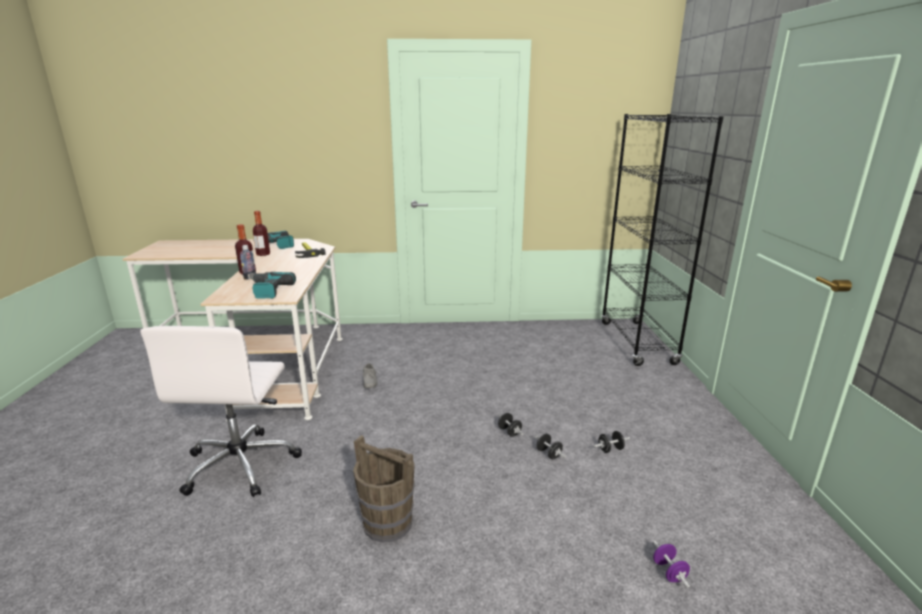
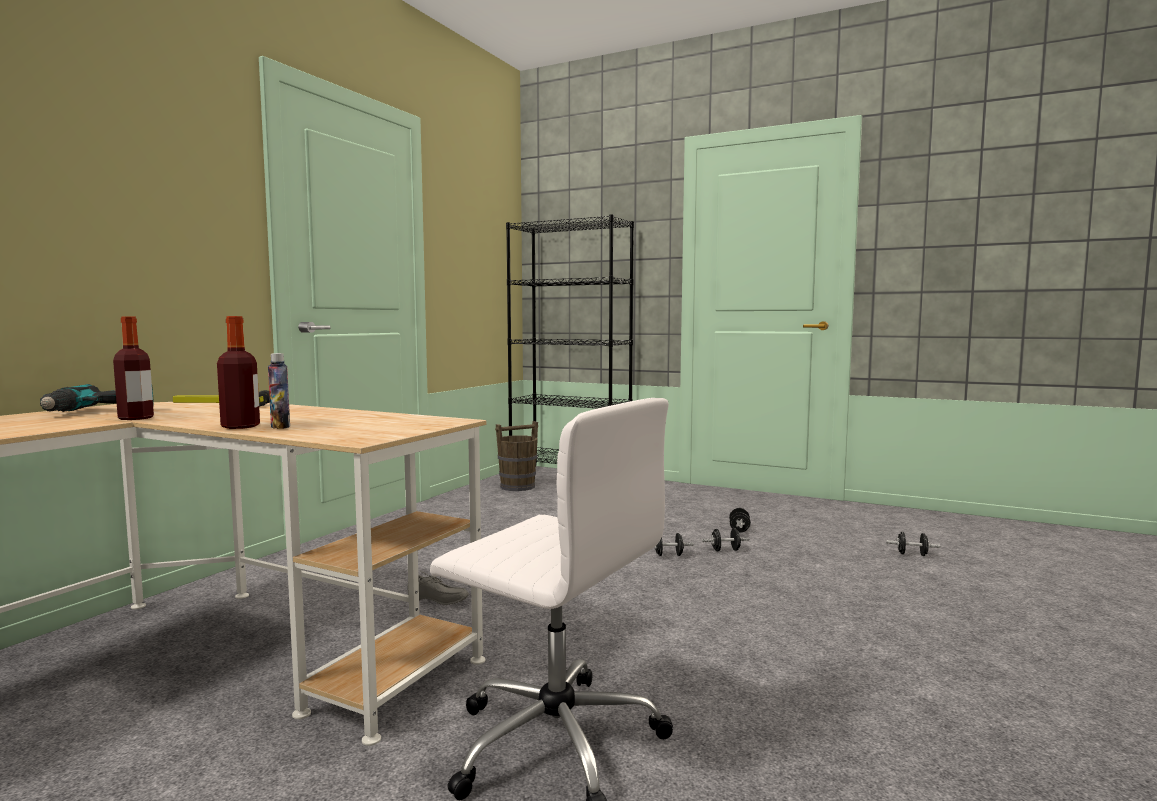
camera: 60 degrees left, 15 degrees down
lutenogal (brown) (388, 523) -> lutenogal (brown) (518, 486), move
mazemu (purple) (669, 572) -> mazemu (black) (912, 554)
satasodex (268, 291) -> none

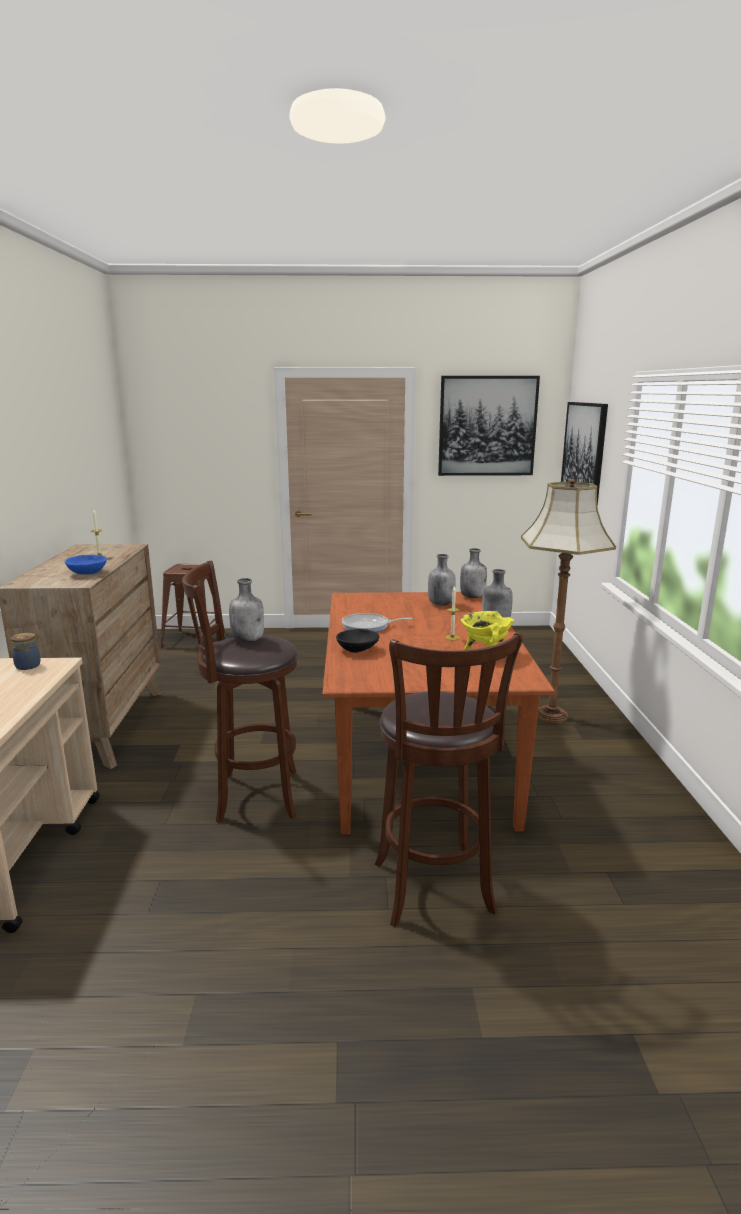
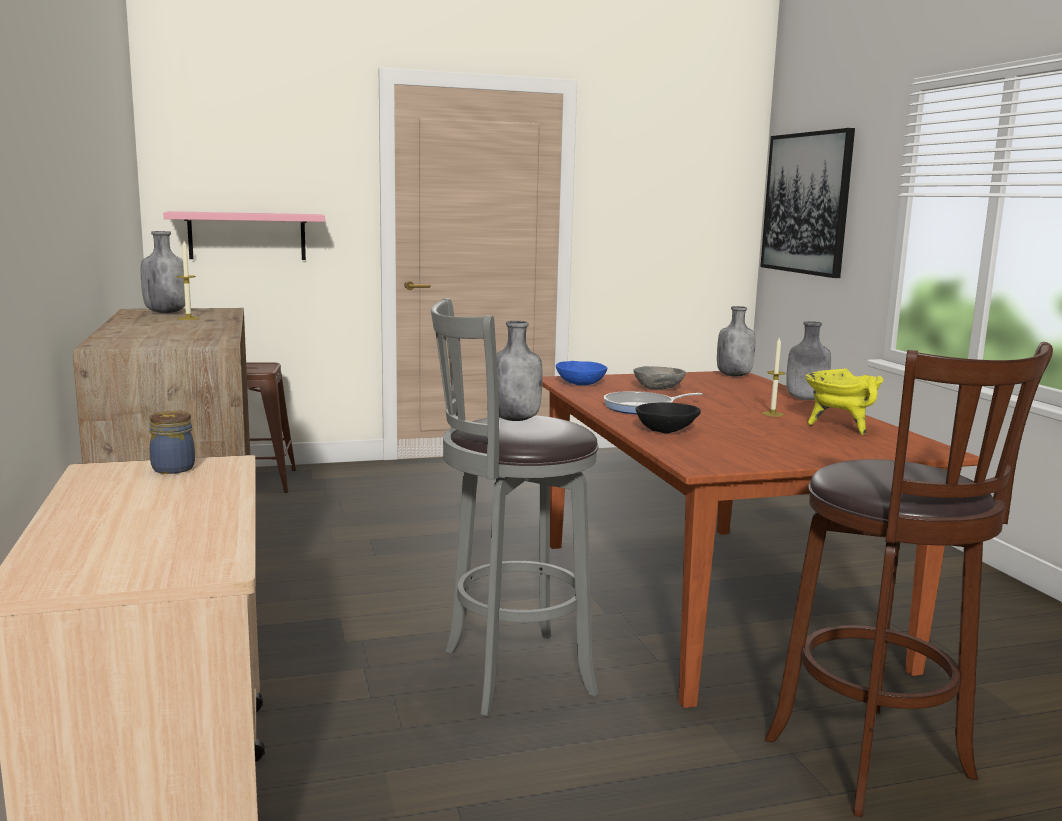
camera: 15 degrees left, 5 degrees down
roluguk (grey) (440, 604) -> roluguk (grey) (166, 312), move
none -> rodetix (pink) (247, 236)
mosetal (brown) (252, 795) -> mosetal (grey) (509, 673)
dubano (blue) (87, 573) -> dubano (blue) (579, 384), move
none -> dubano (grey) (659, 389)
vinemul (487, 426) -> none
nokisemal (551, 714) -> none

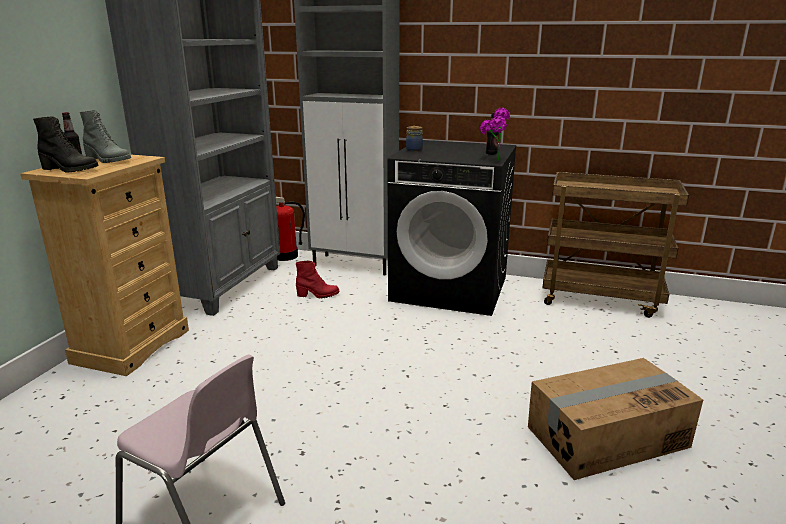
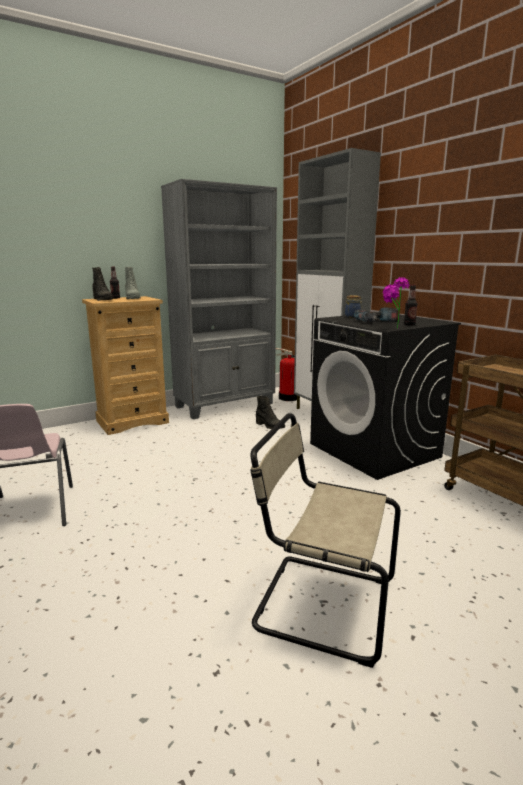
camera: 40 degrees right, 5 degrees down
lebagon (606, 436) -> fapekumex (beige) (319, 603)
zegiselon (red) (318, 295) -> zegiselon (black) (269, 426)
none -> satasodex (377, 322)

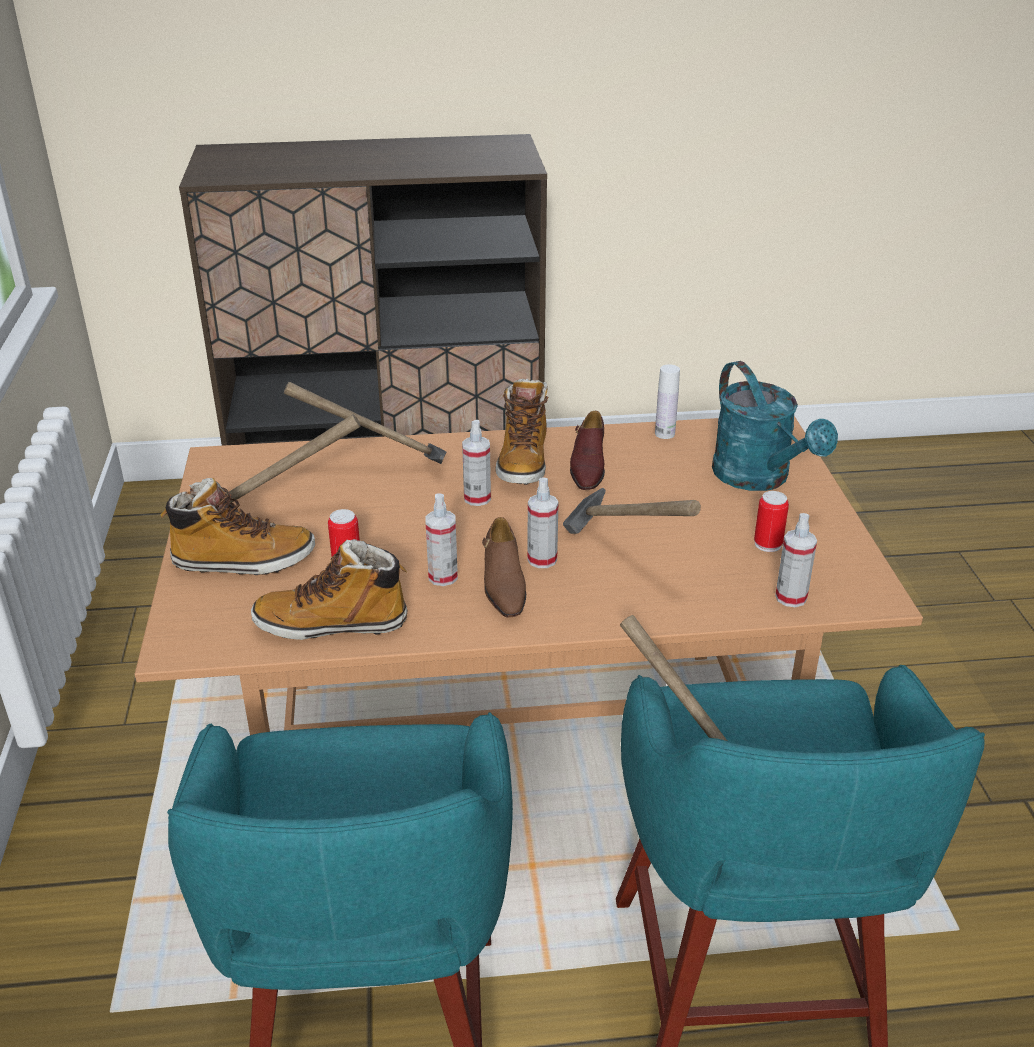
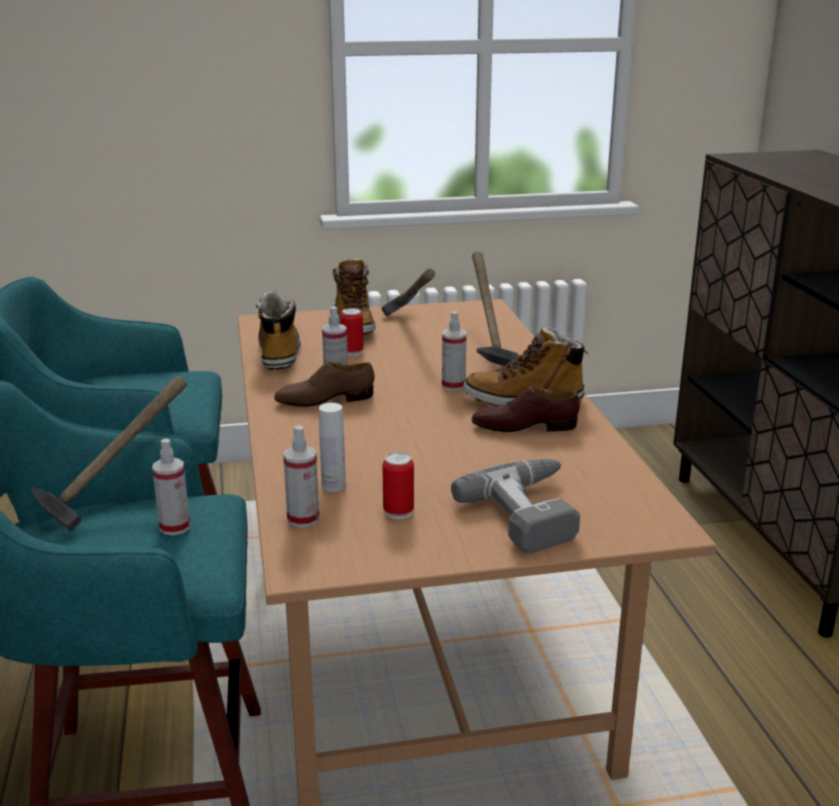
camera: 85 degrees right, 10 degrees down
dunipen (542, 559) -> dunipen (175, 527), move
roluguk (white) (664, 434) -> roluguk (white) (333, 486), move
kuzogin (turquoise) (759, 478) -> satasodex (534, 513)
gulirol (626, 555) -> none

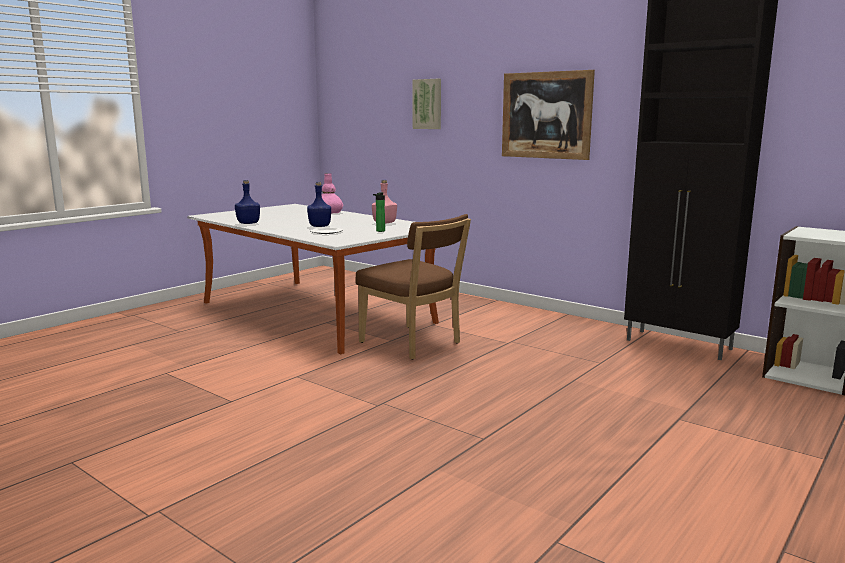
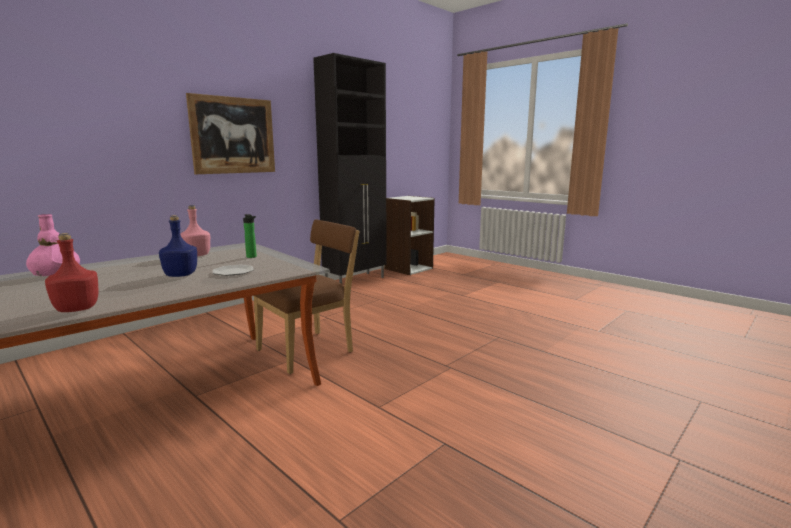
camera: 85 degrees left, 0 degrees up
roluguk (blue) (248, 223) -> roluguk (red) (78, 308)
vinemul (428, 104) -> none

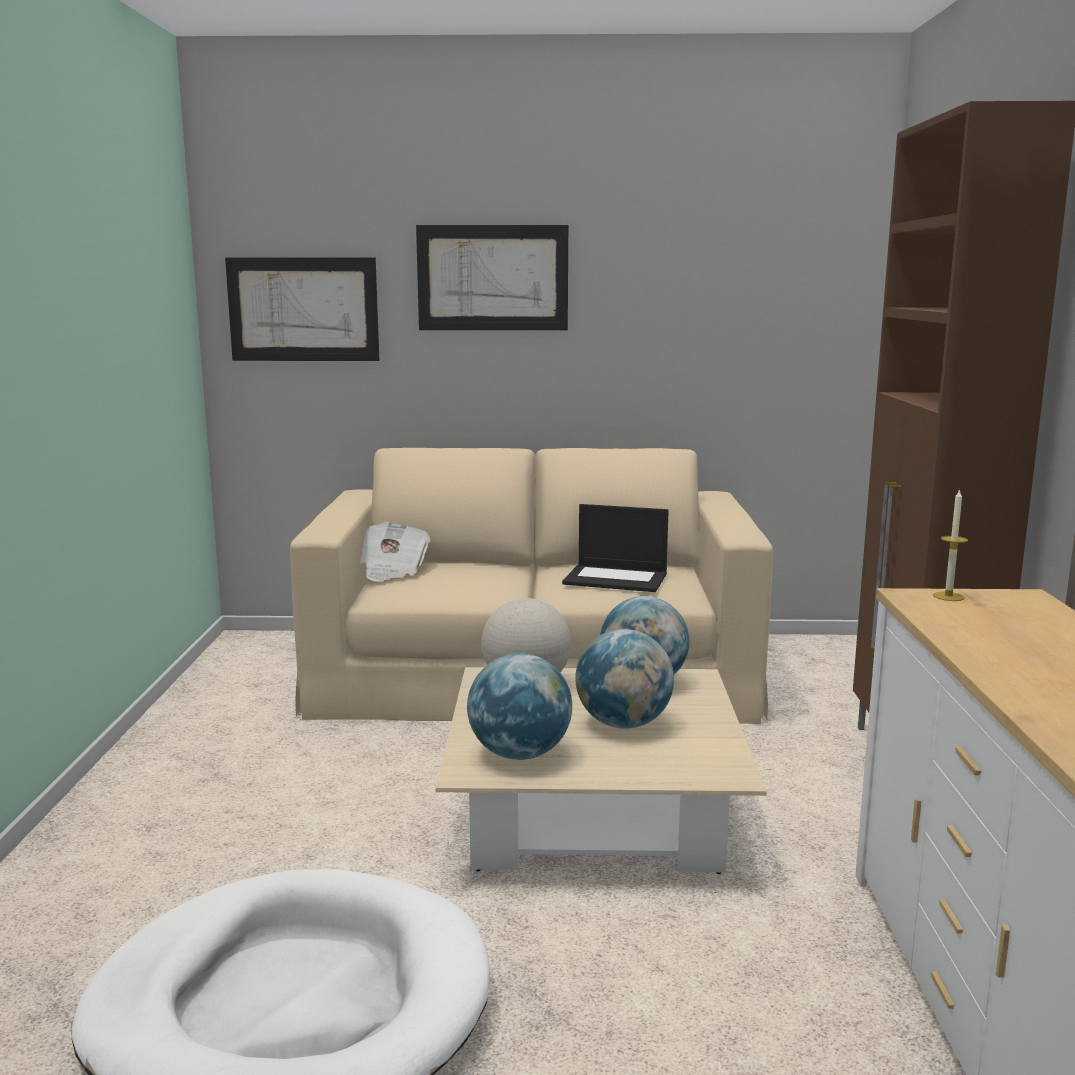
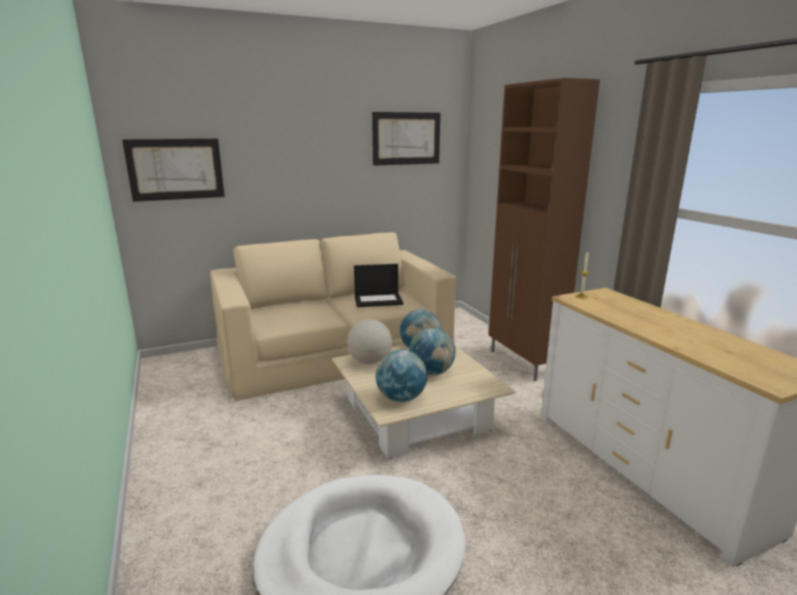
camera: 25 degrees left, 5 degrees up
vinemul (492, 278) -> vinemul (406, 138), move
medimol (391, 570) -> none

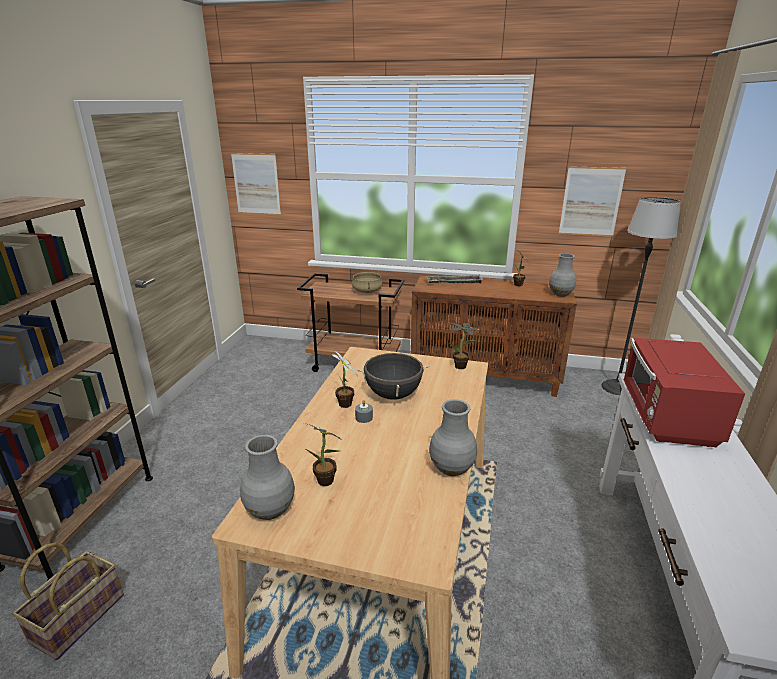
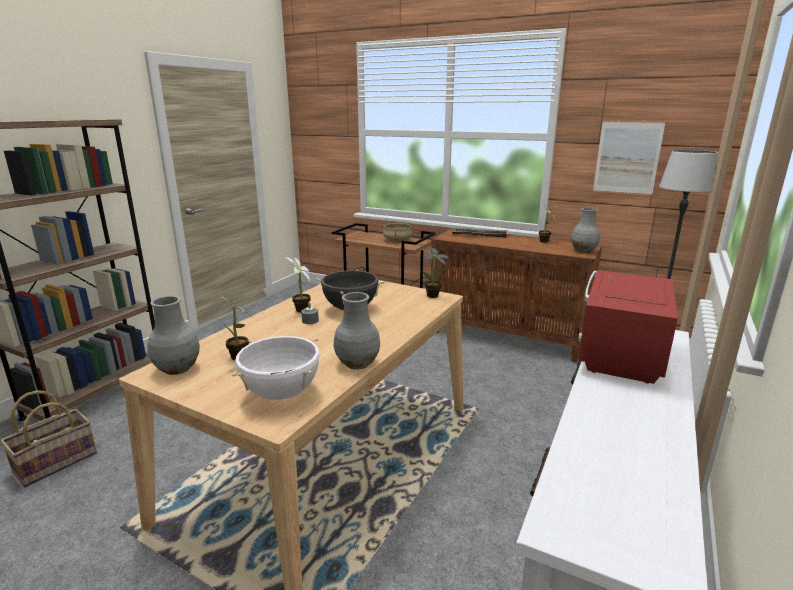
camera: 15 degrees right, 5 degrees down
none -> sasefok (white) (281, 393)
vinemul (256, 184) -> none

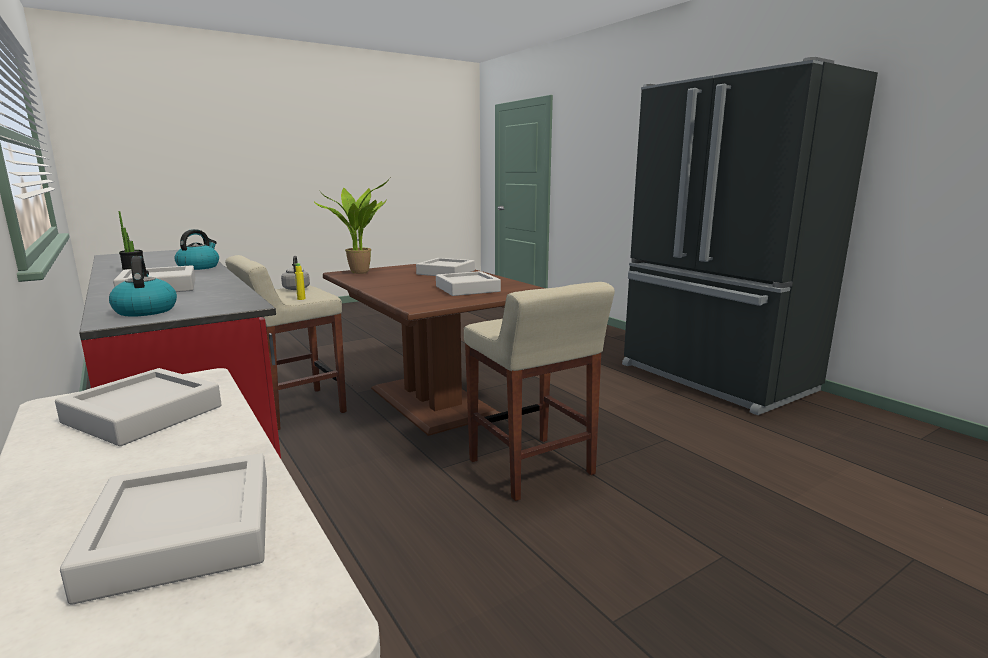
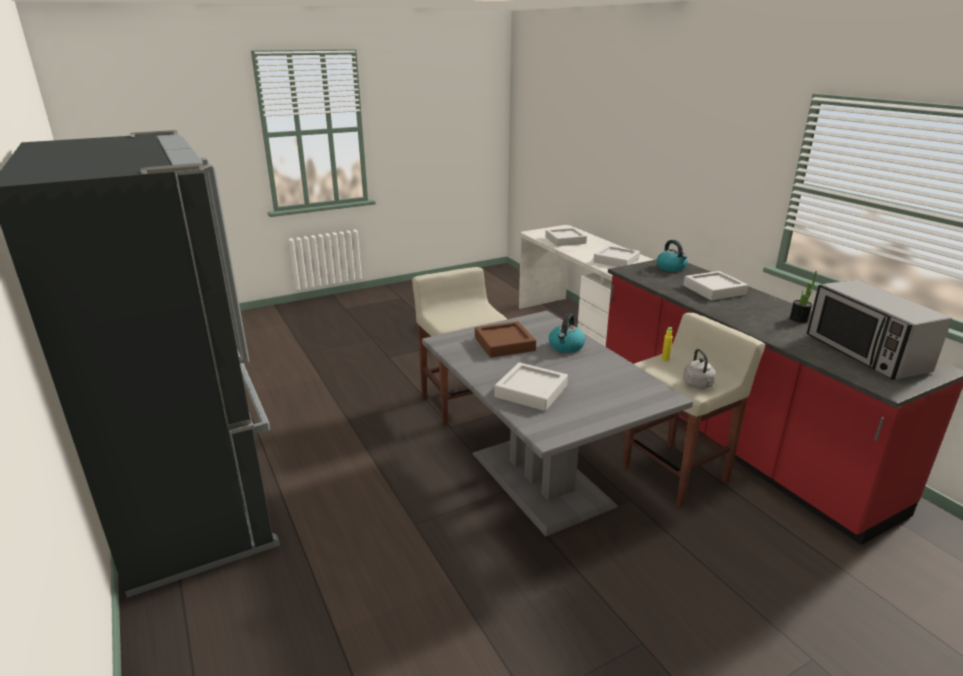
camera: 175 degrees left, 10 degrees up
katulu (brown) (434, 400) -> katulu (grey) (539, 480)
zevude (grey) (467, 289) -> zevude (brown) (504, 344)
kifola (199, 267) -> kifola (566, 347), move
none -> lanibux (865, 353)
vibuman (361, 272) -> none

